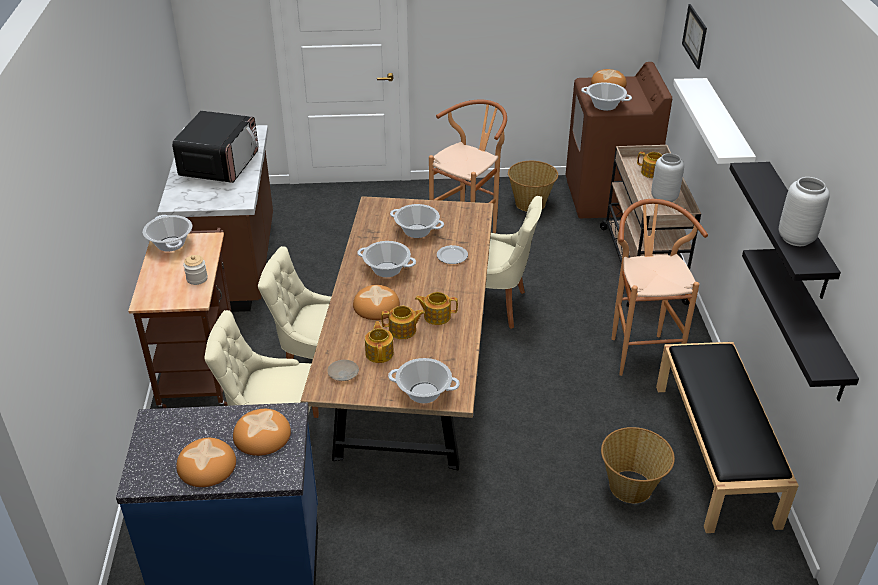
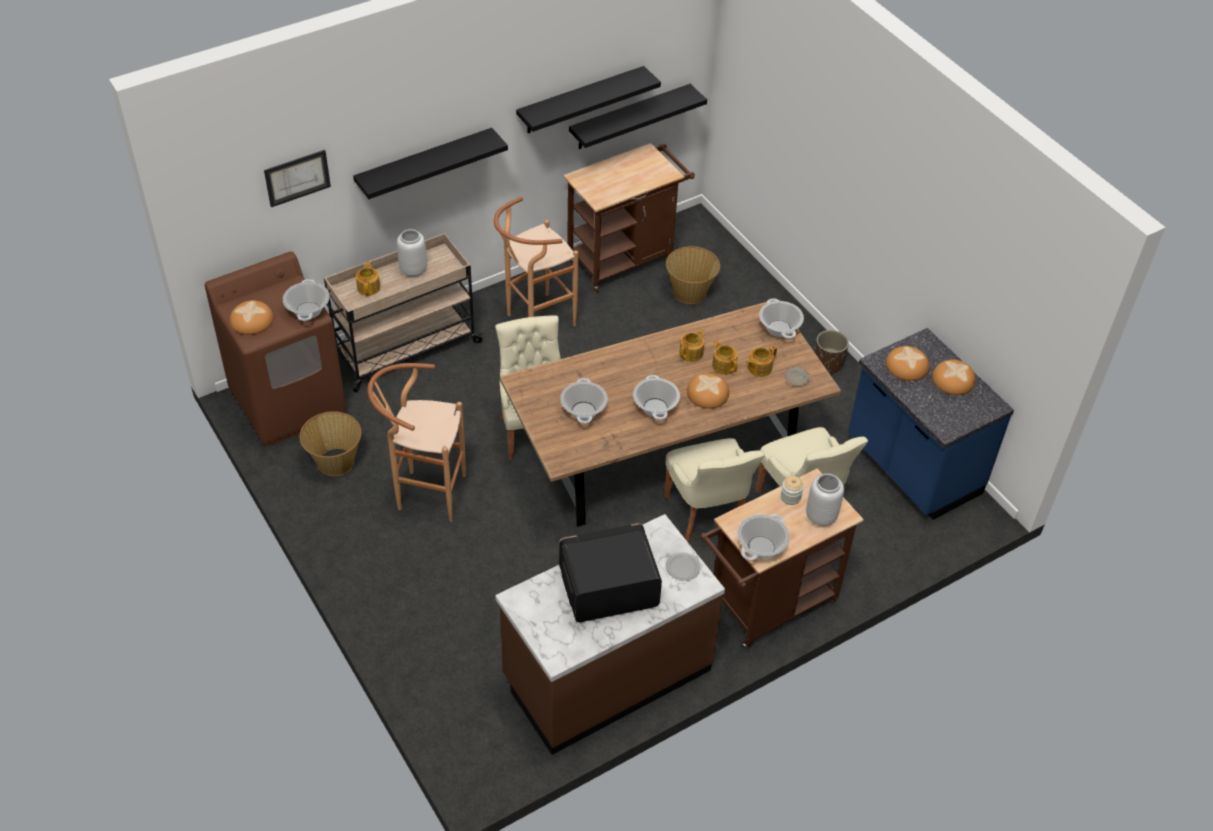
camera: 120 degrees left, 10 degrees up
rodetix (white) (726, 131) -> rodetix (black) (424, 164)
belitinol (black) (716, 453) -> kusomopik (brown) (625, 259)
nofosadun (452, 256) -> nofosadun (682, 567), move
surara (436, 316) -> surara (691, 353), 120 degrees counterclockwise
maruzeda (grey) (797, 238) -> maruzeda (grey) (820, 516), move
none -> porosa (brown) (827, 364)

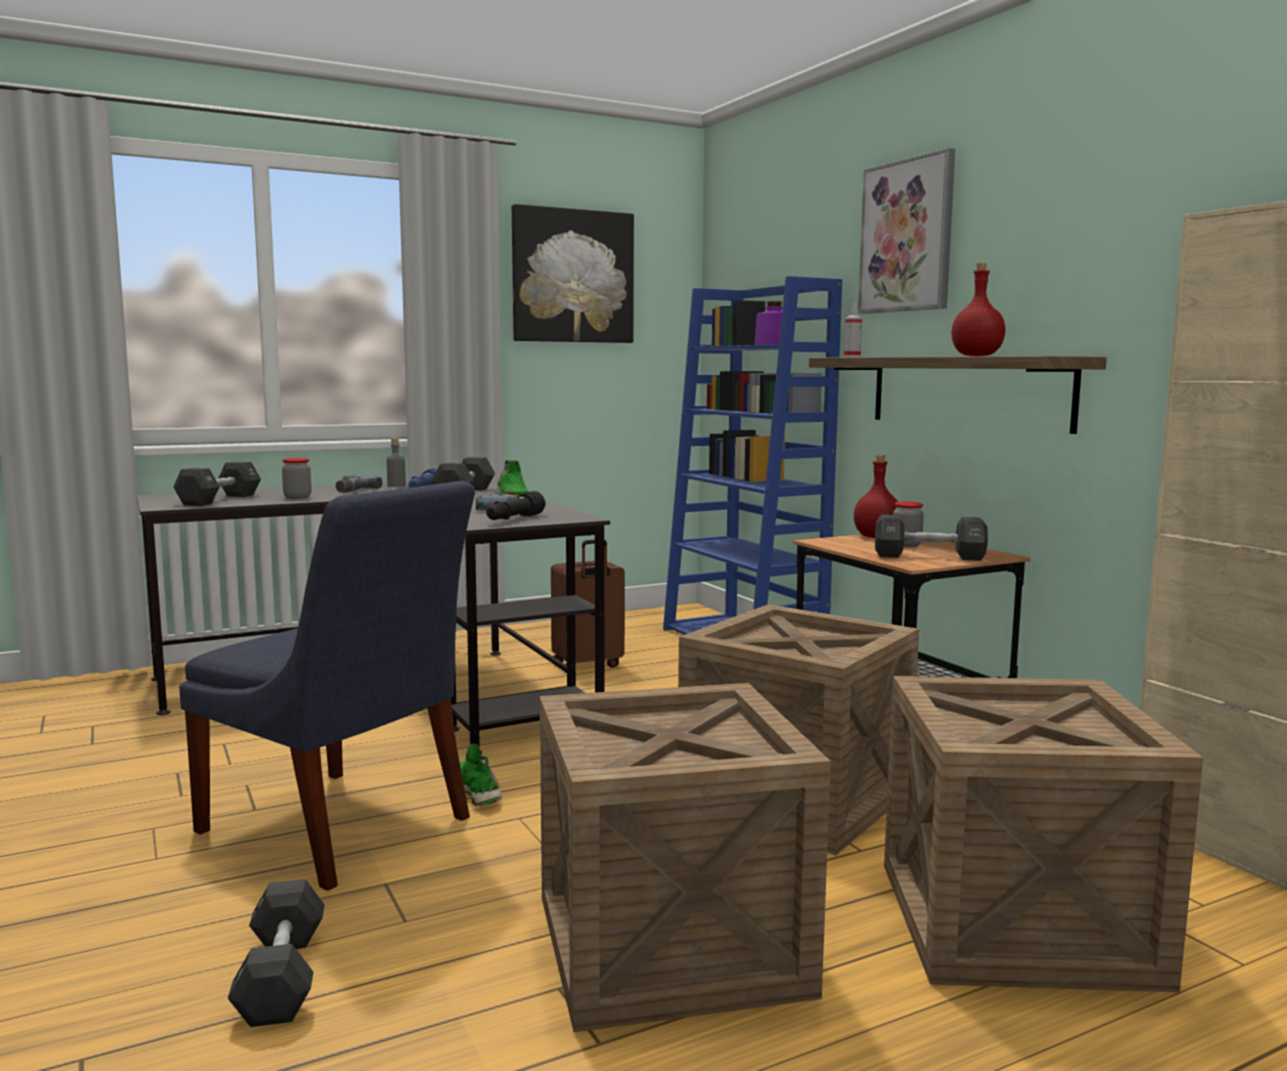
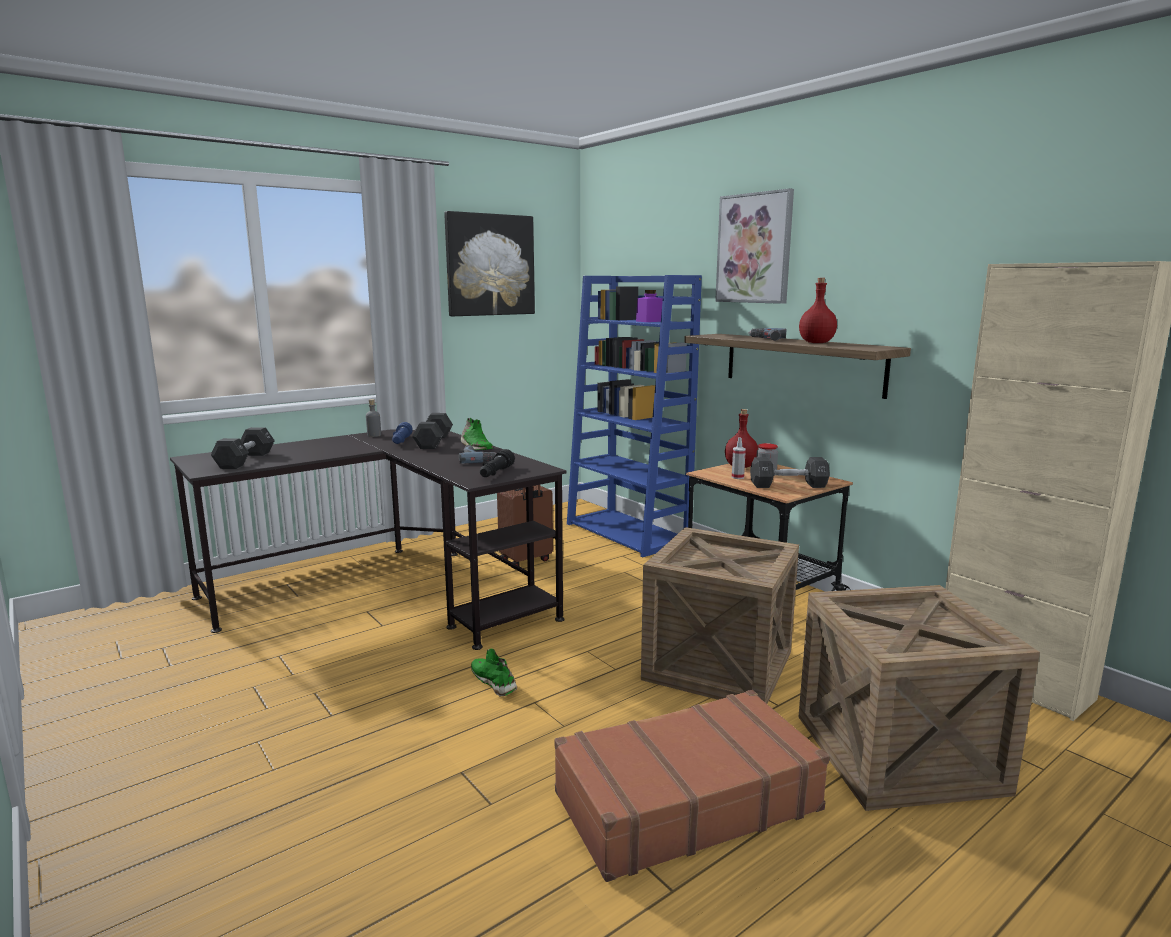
camera: 10 degrees left, 5 degrees up
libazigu (670, 944) -> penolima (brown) (685, 800)
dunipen (852, 357) -> dunipen (737, 477), move
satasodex (349, 490) -> satasodex (767, 339), move
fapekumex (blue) (340, 829) -> none
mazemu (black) (281, 976) -> none
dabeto (297, 497) -> none

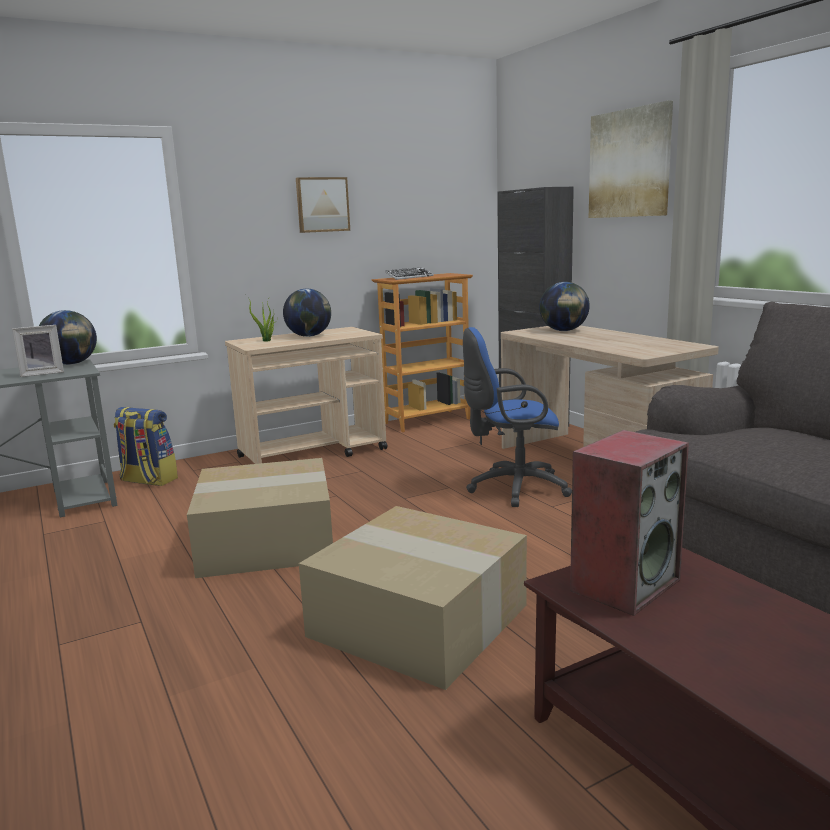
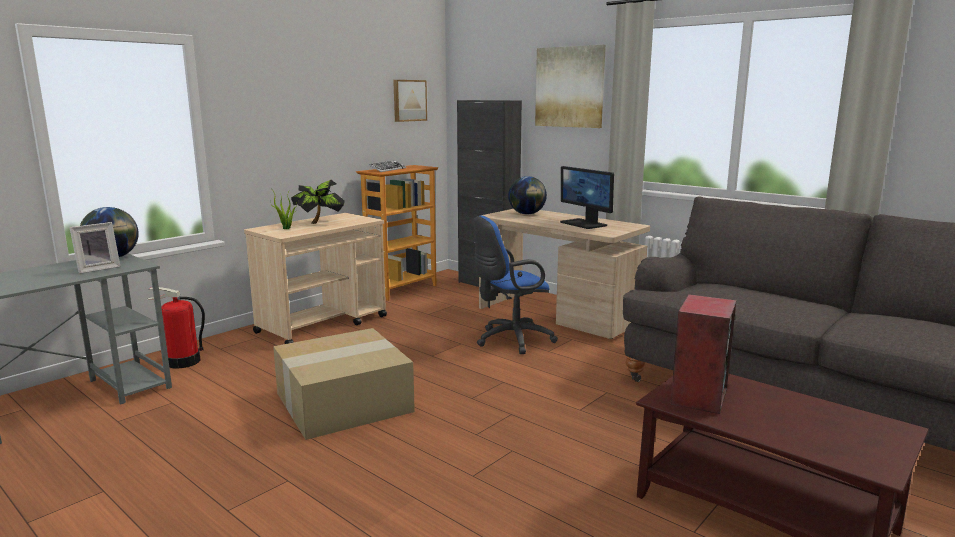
camera: 20 degrees left, 0 degrees up
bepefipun (148, 480) -> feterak (182, 362)
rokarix (309, 336) -> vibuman (320, 223)
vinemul (322, 204) -> vinemul (409, 100), move
none -> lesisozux (584, 224)
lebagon (422, 620) -> none

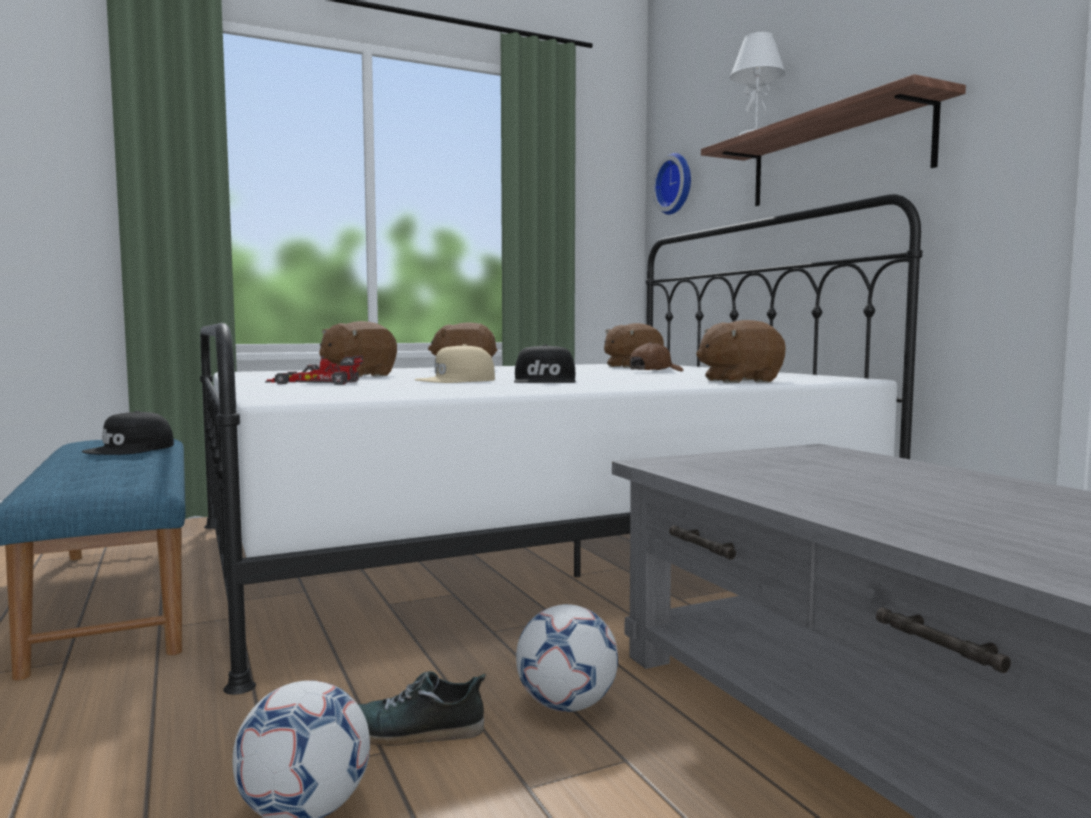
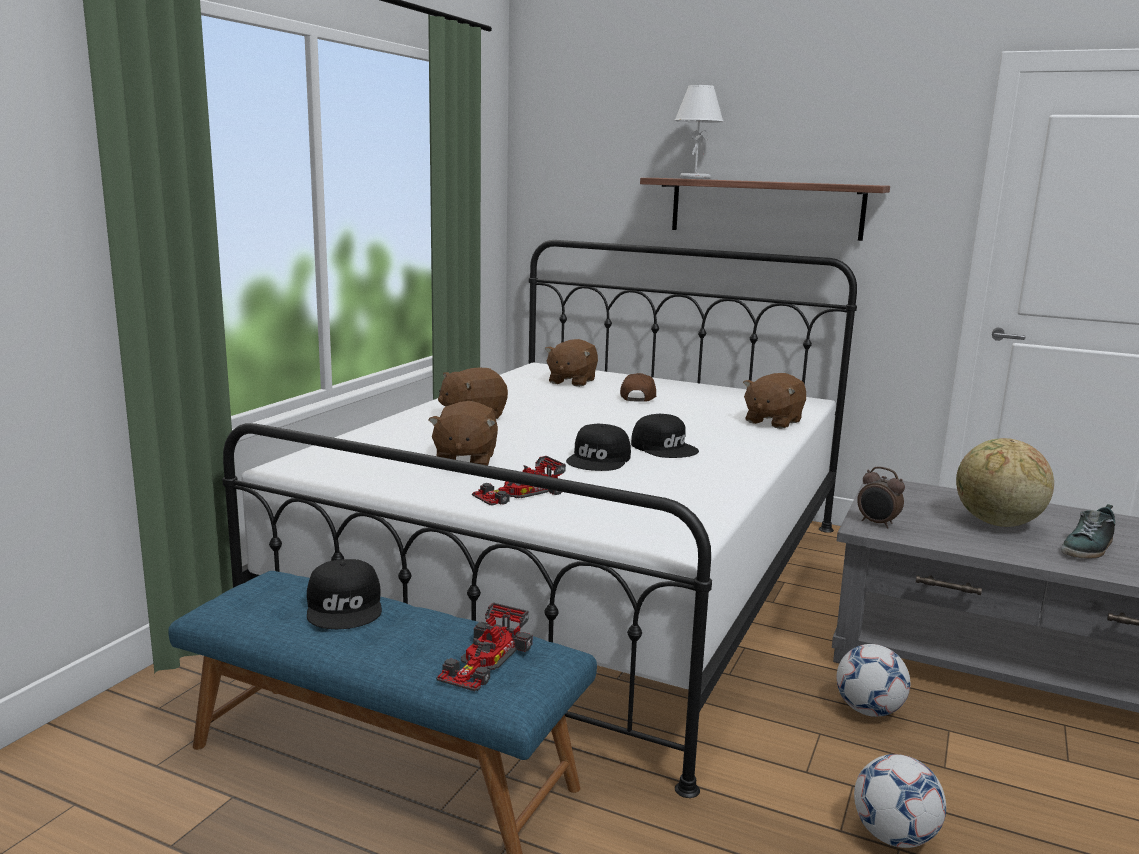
camera: 40 degrees left, 10 degrees up
none -> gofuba (485, 660)
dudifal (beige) (456, 380) -> dudifal (black) (599, 459)
none -> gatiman (877, 523)
none -> rokarix (996, 523)
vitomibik (412, 731) -> vitomibik (1088, 548), move
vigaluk (676, 184) -> none

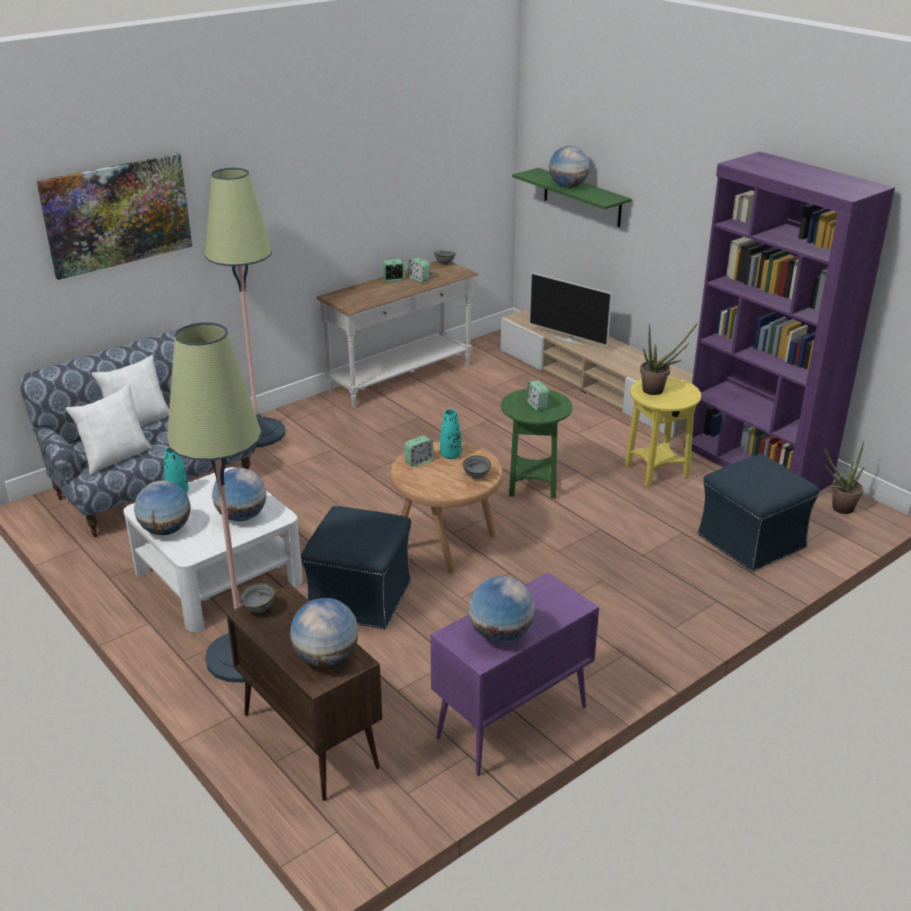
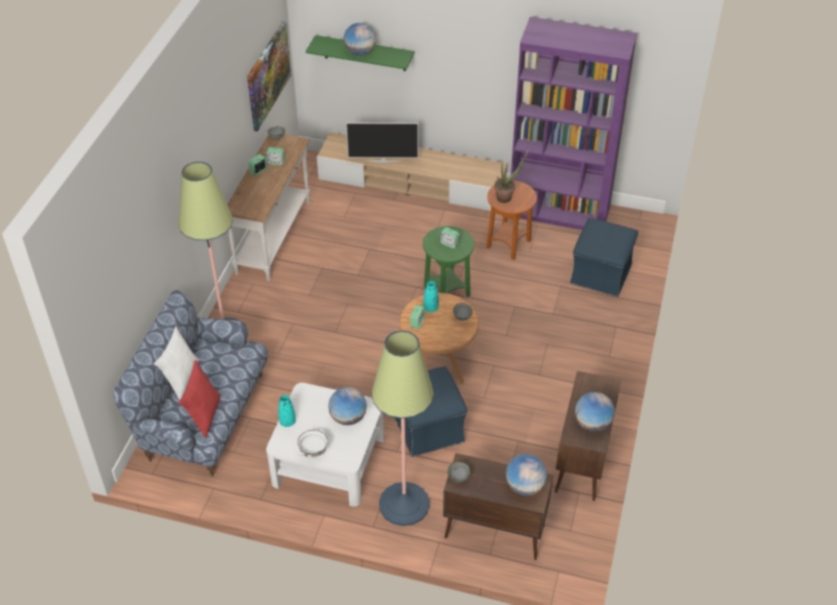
camera: 35 degrees left, 15 degrees up
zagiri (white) (116, 457) -> zagiri (red) (204, 415)
vinemul (117, 214) -> vinemul (268, 75), move
rokarix (165, 530) -> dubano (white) (314, 453)
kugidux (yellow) (656, 471) -> kugidux (brown) (508, 244)
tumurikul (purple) (511, 723) -> tumurikul (brown) (582, 462)
vibuman (838, 509) -> none

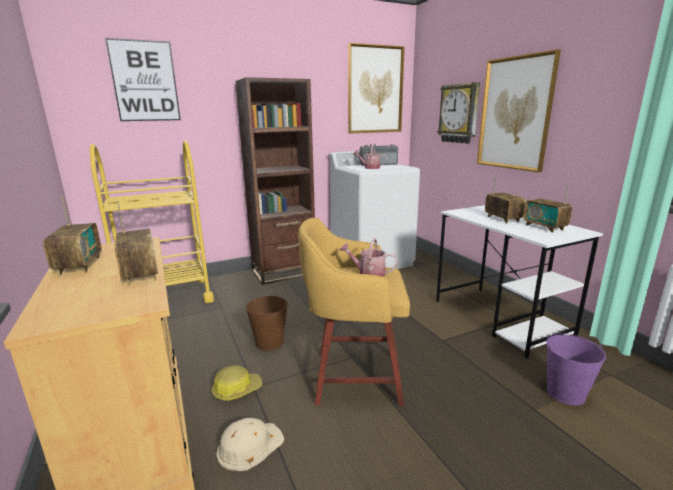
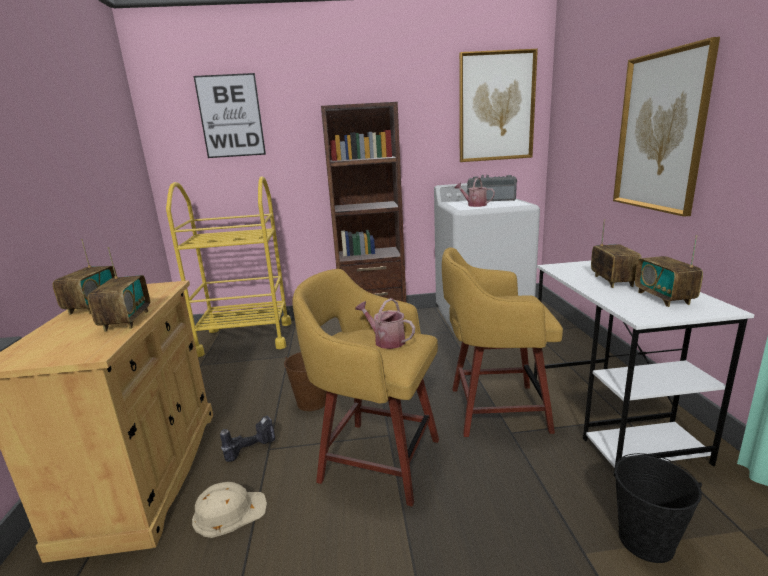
camera: 20 degrees right, 0 degrees up
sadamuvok (236, 390) -> satasodex (251, 448)
none -> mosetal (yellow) (494, 409)
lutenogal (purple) (566, 393) -> lutenogal (black) (646, 541)
vigaluk (459, 113) -> none

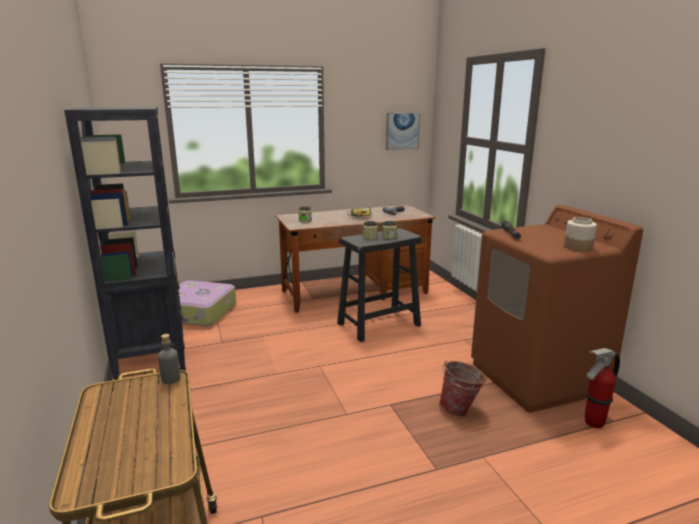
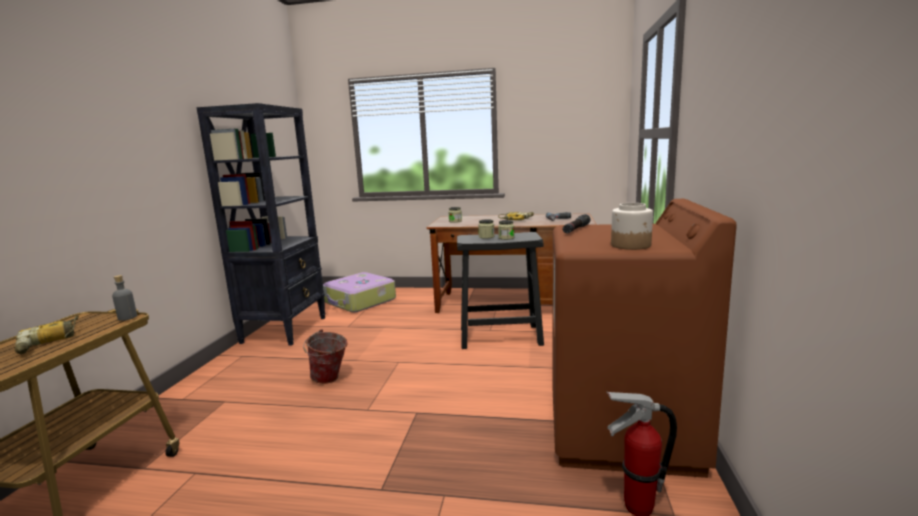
camera: 30 degrees right, 5 degrees down
none -> satasodex (50, 342)
lutenogal (461, 410) -> lutenogal (329, 380), move
vinemul (402, 131) -> none

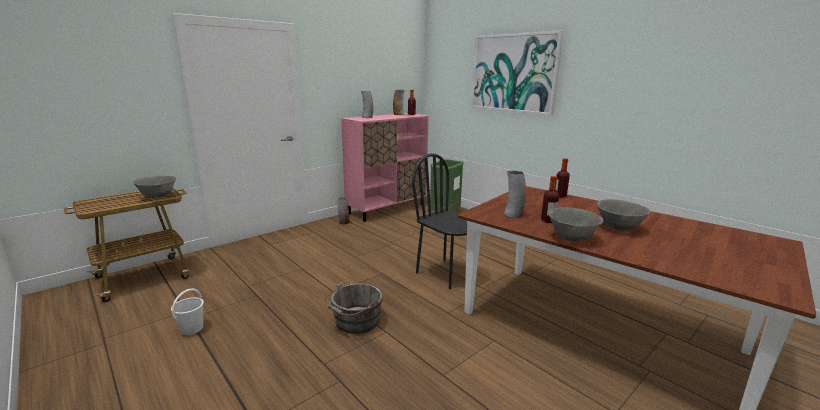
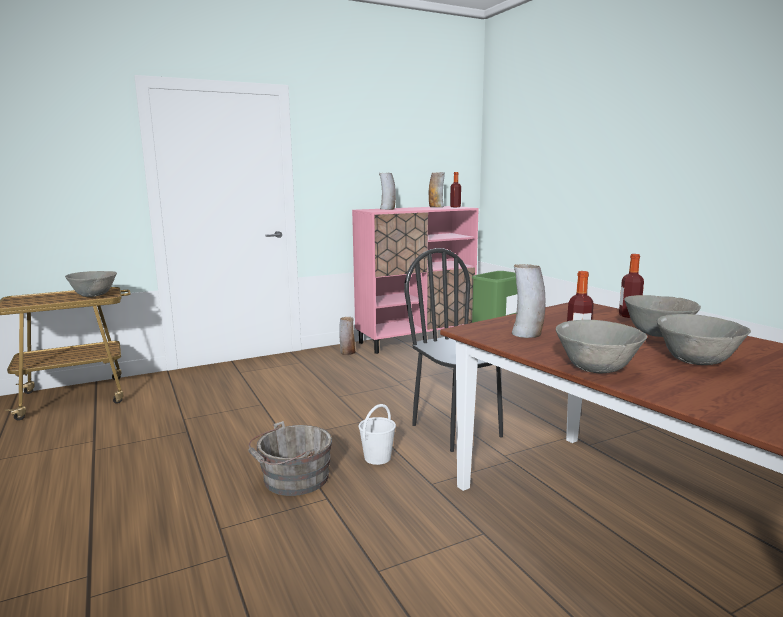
camera: 15 degrees right, 5 degrees down
lutenogal (white) (192, 328) -> lutenogal (white) (378, 457), move
none -> dubano (grey) (657, 334)
vinemul (513, 73) -> none

